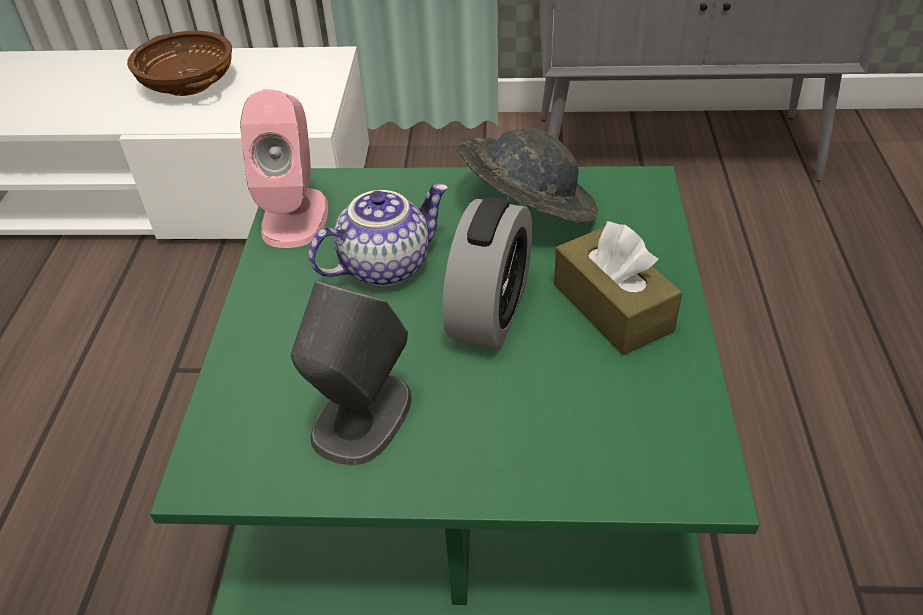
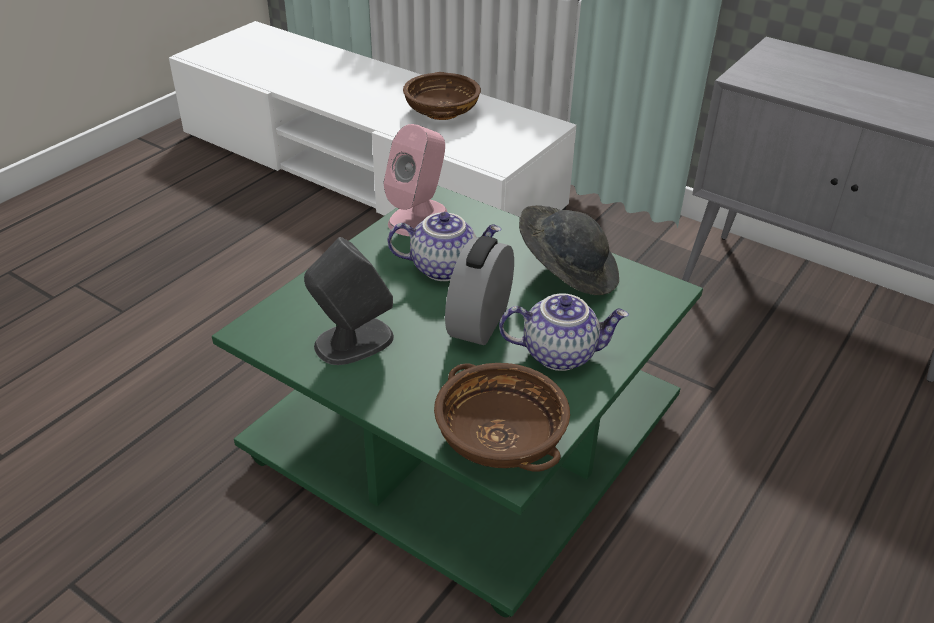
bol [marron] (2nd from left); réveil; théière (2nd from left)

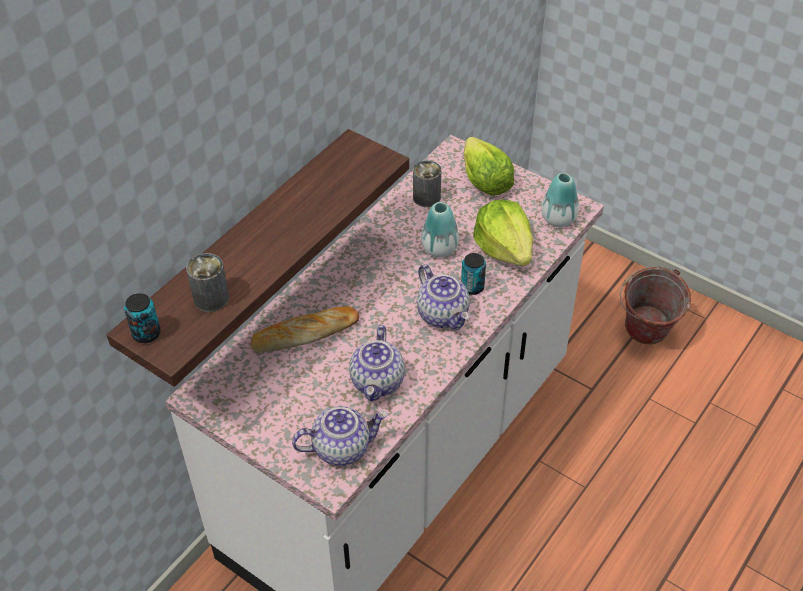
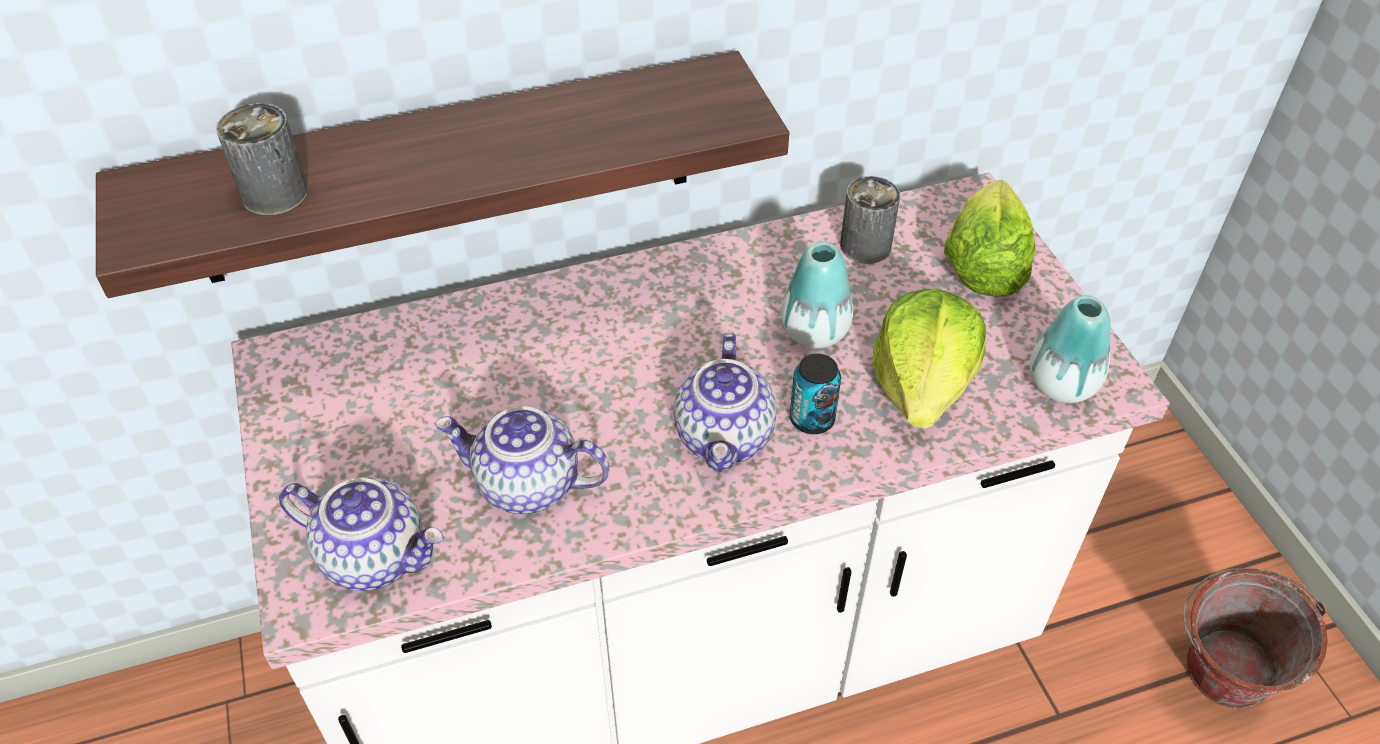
théière (2nd from left); boîte métallique (1st from left in the first image); pain

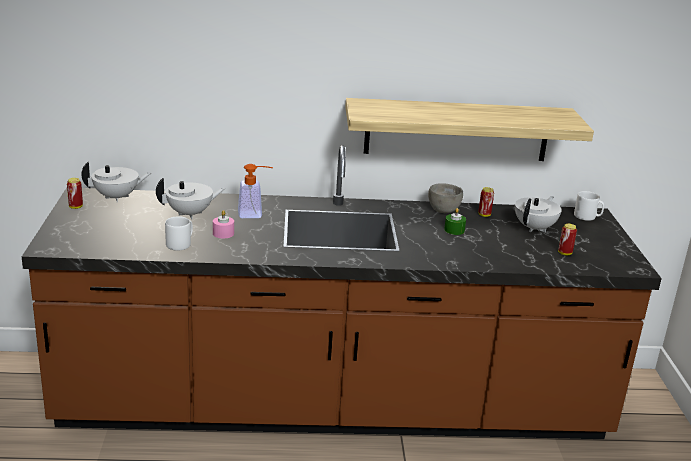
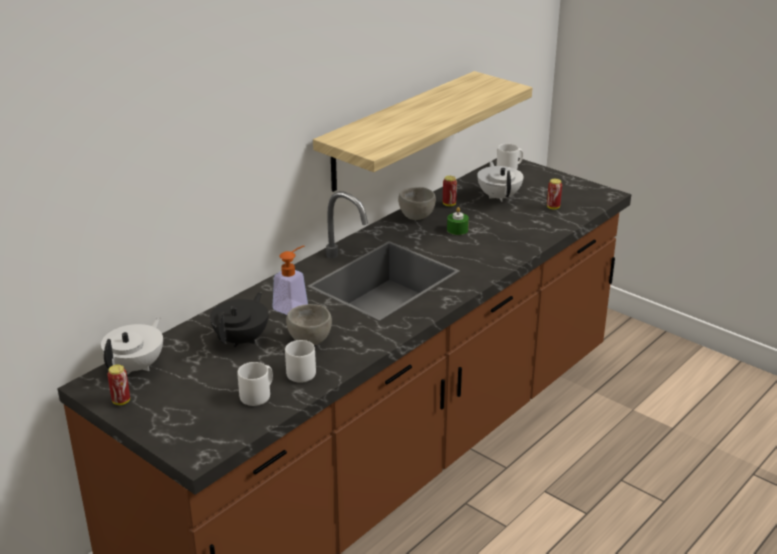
théière [noir]; mug [blanc] (1st from left); bol [gris] (1st from left)

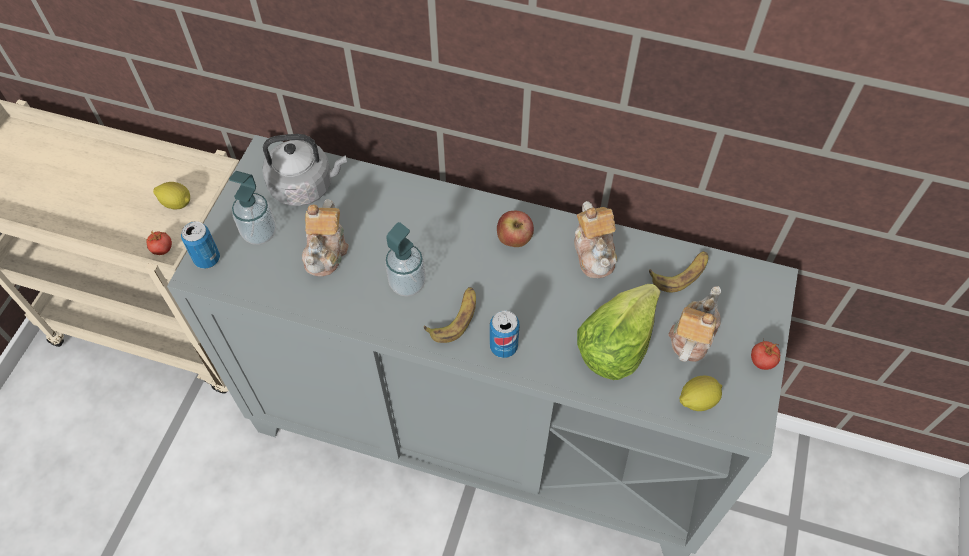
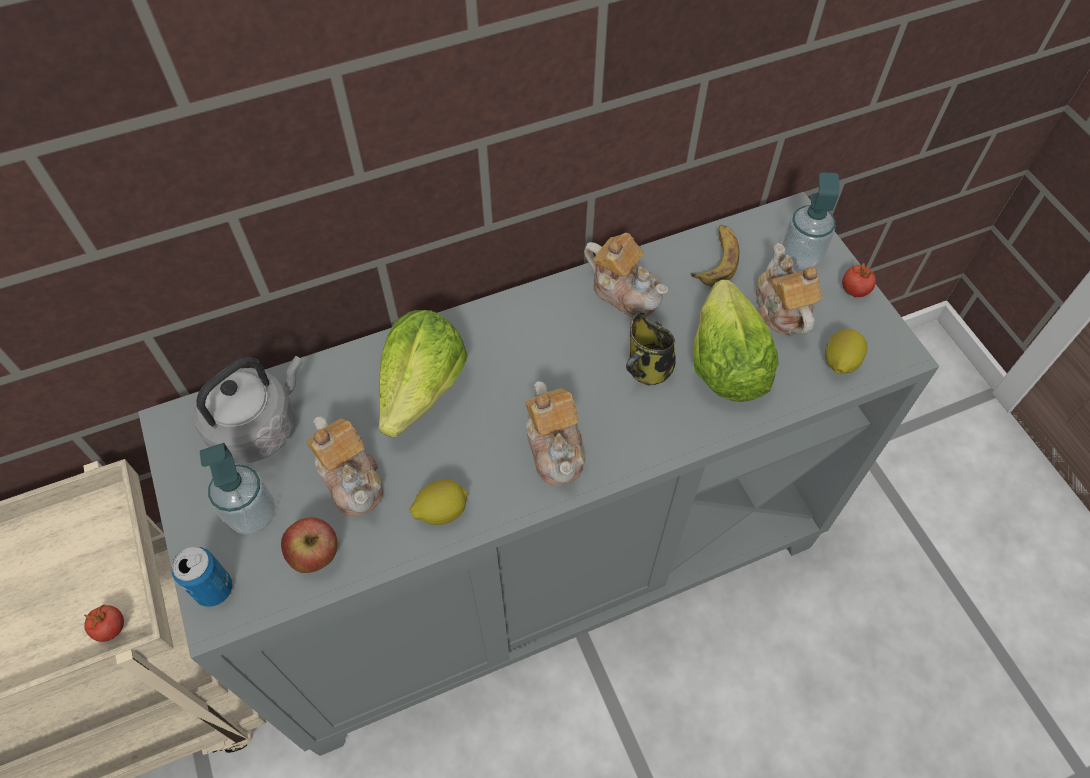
pomme; laitue (1st from left); citron (1st from left); théière (2nd from left); mug; distributeur de savon (2nd from left); boîte métallique (2nd from left in the first image)

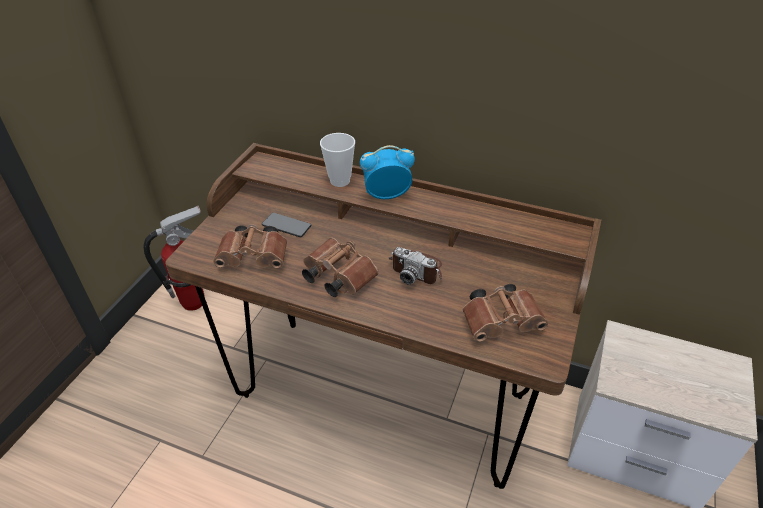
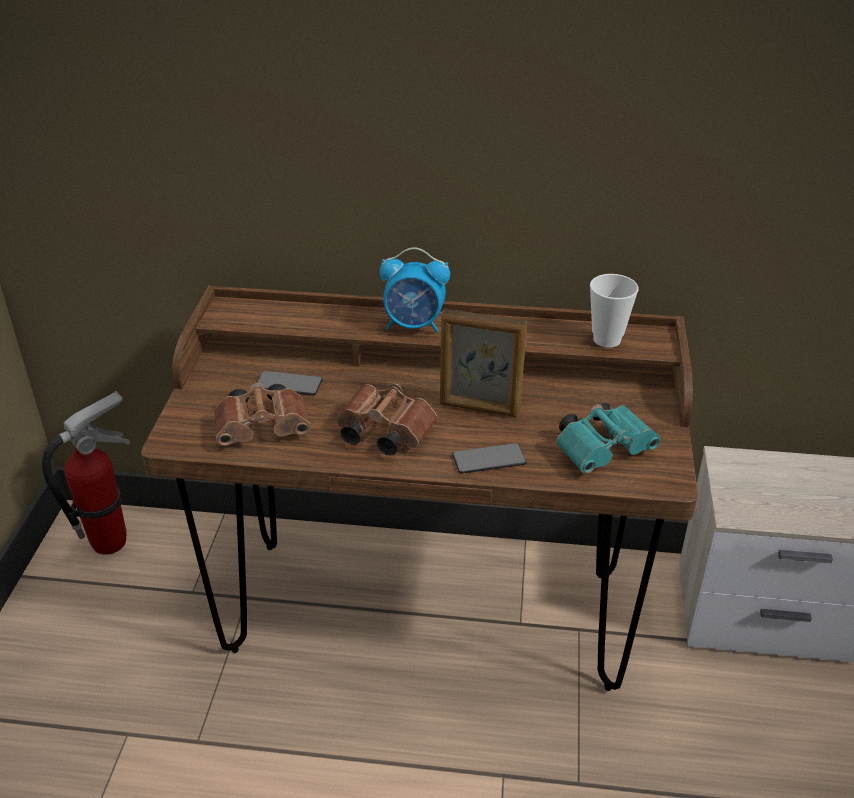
réveil; cadre photo; téléphone (2nd from left); jumelles [turquoise]; tasse

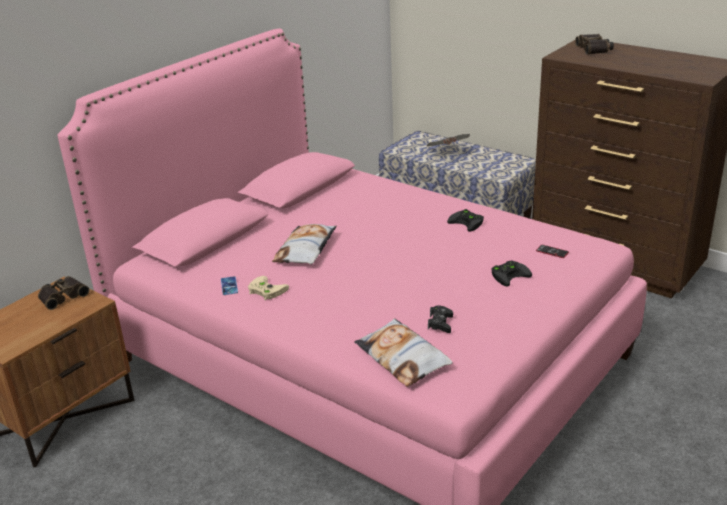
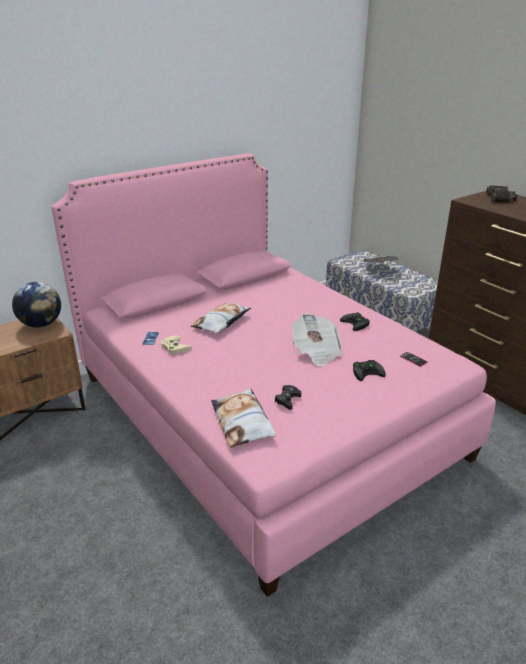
globe; journal (1st from left)

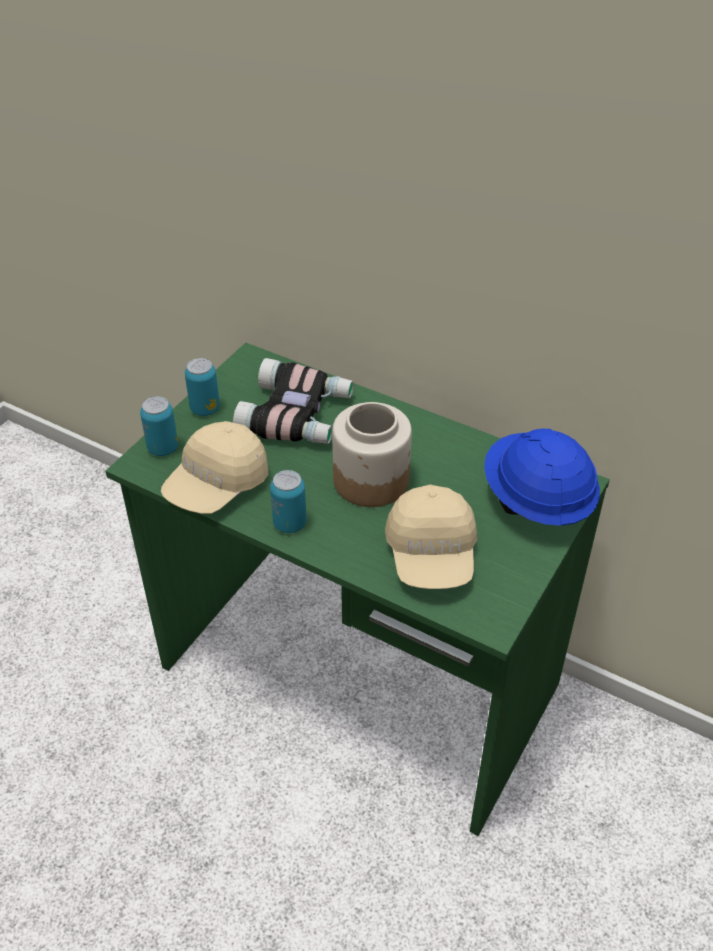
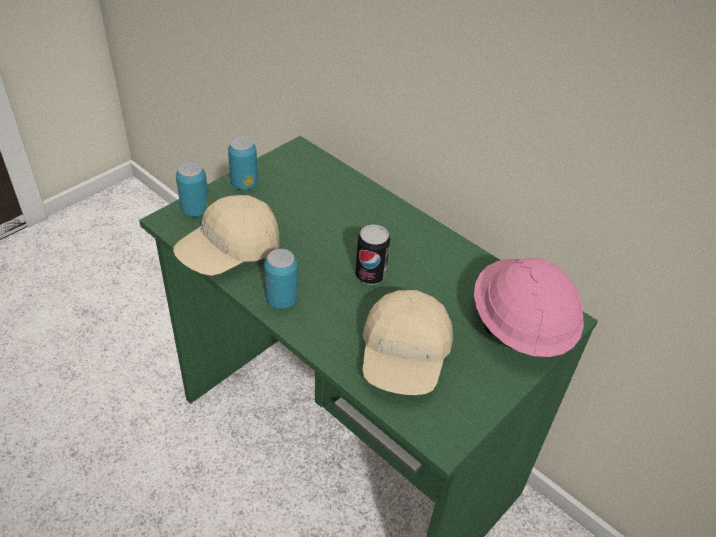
boîte métallique (4th from left); casque de chantier [rose]; jumelles

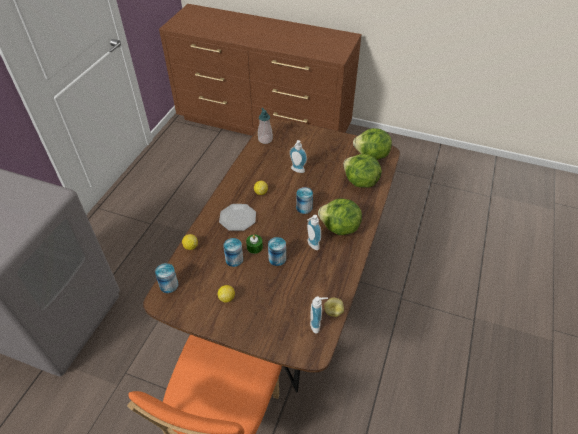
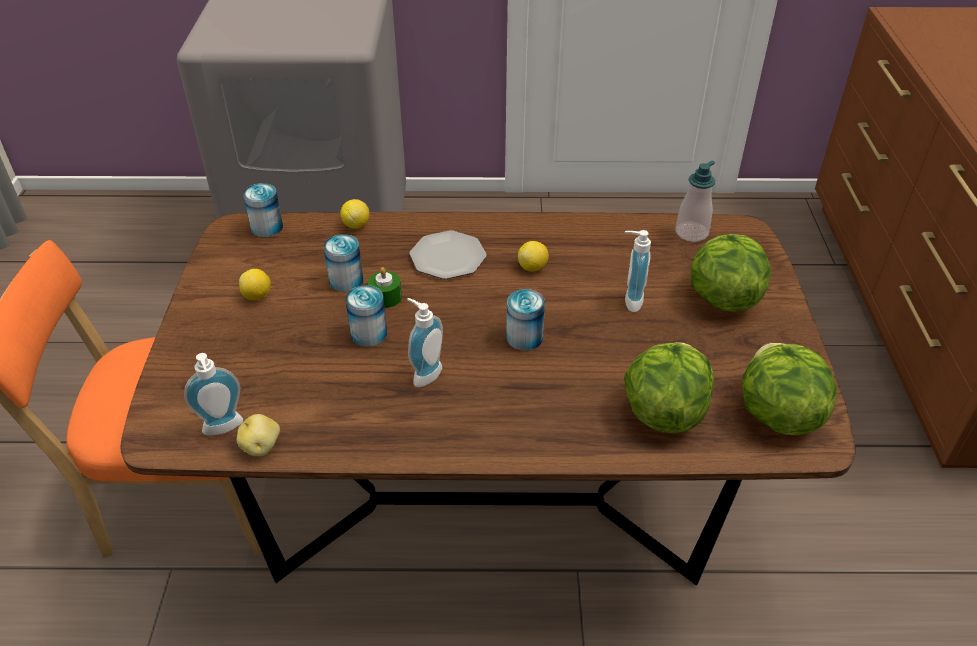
laitue (2nd from left)

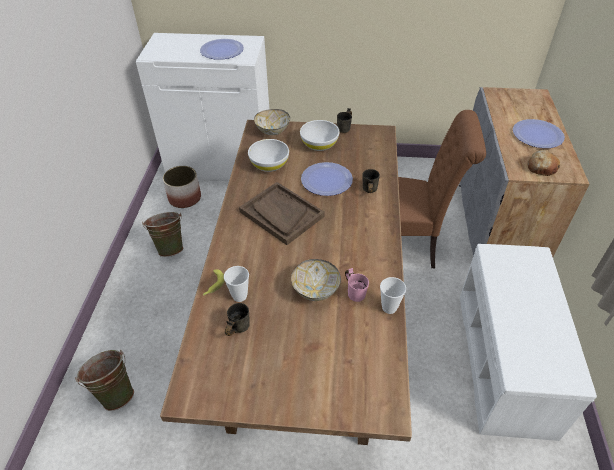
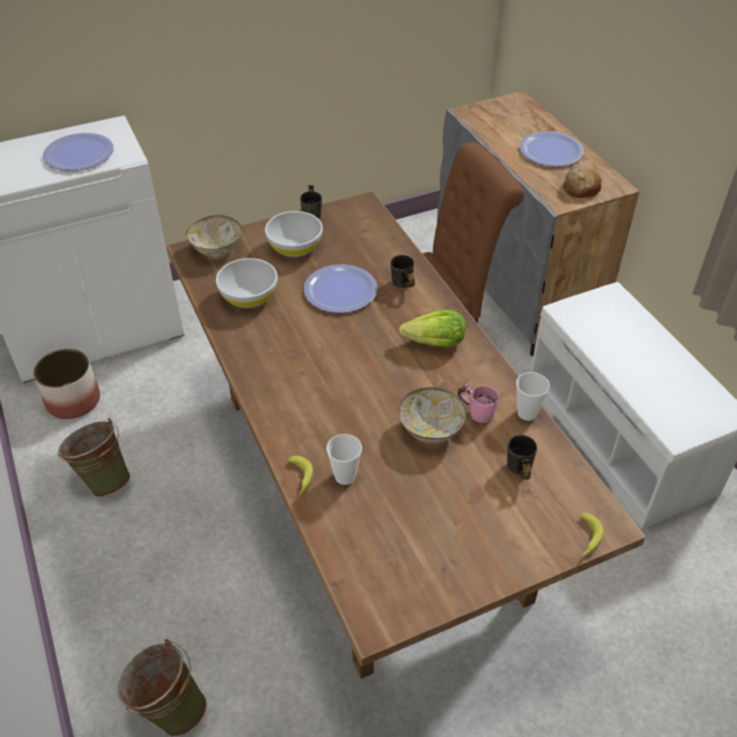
laitue; mug [gris] (3rd from left); banane (2nd from left); plateau [marron]

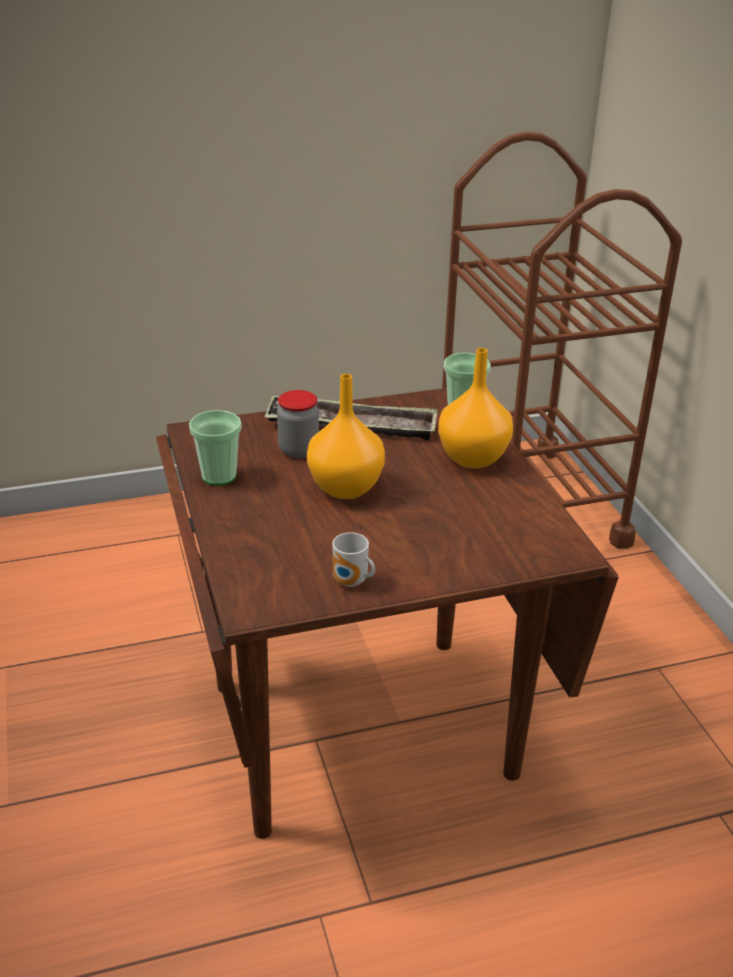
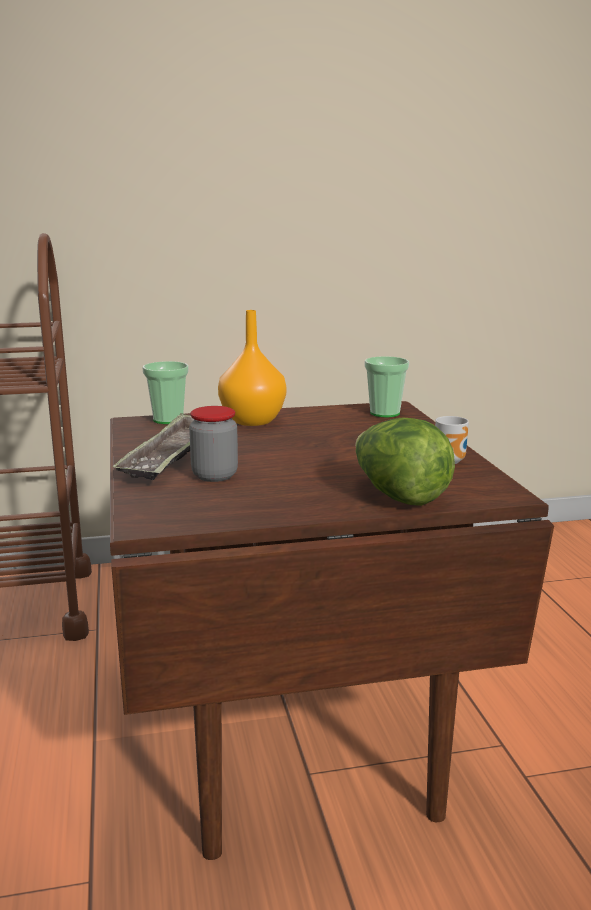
laitue; tasse (2nd from left); vase [orange] (1st from left in the first image)

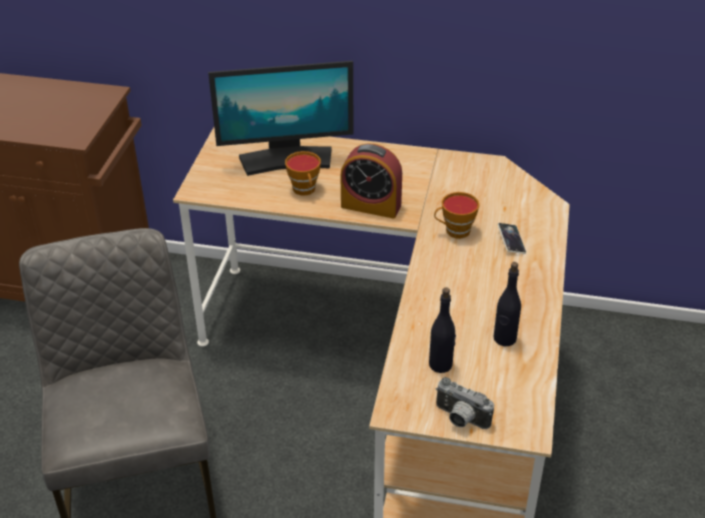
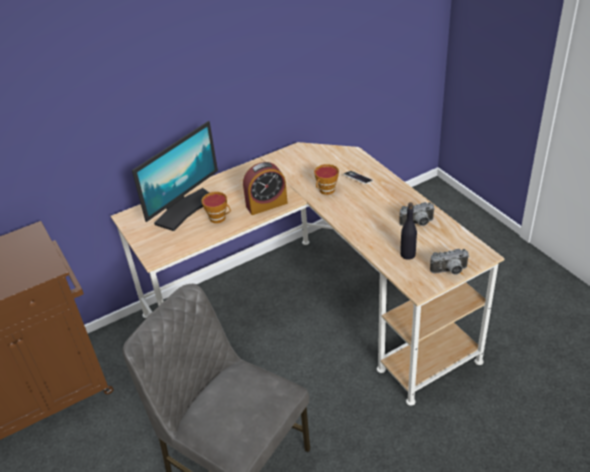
appareil photo (1st from left)

